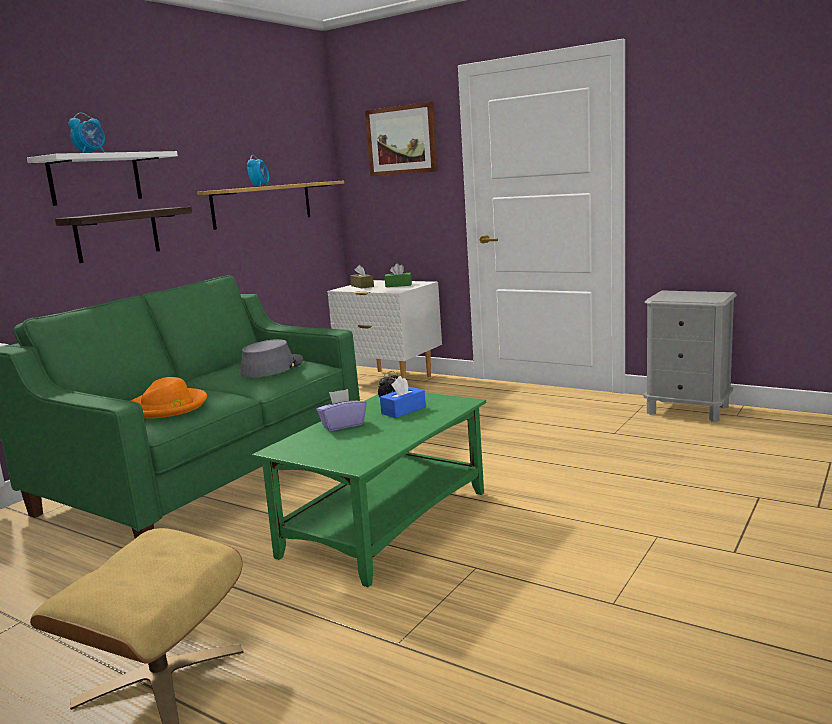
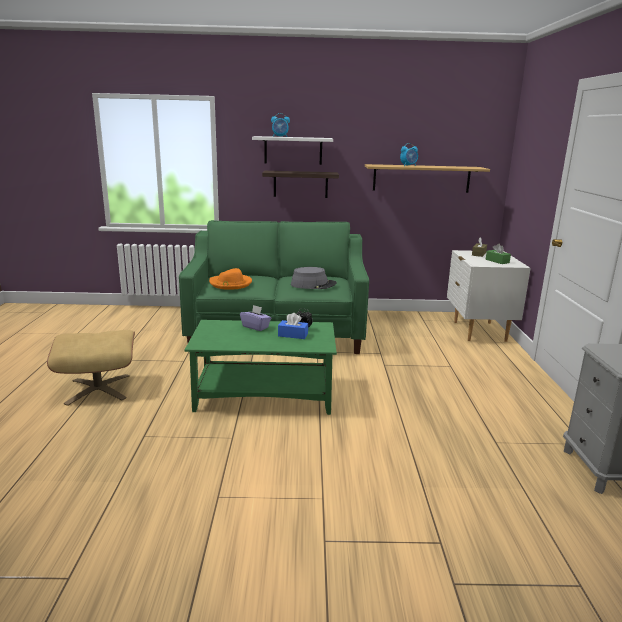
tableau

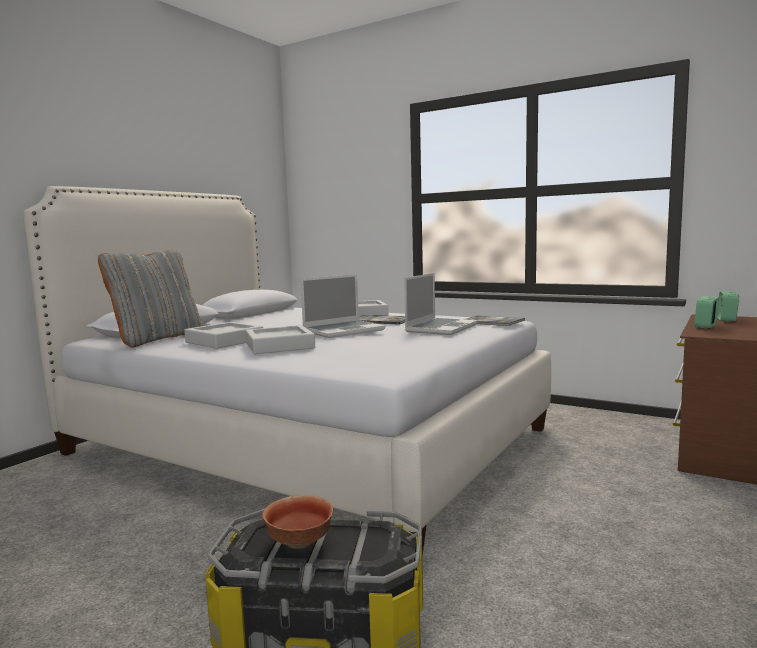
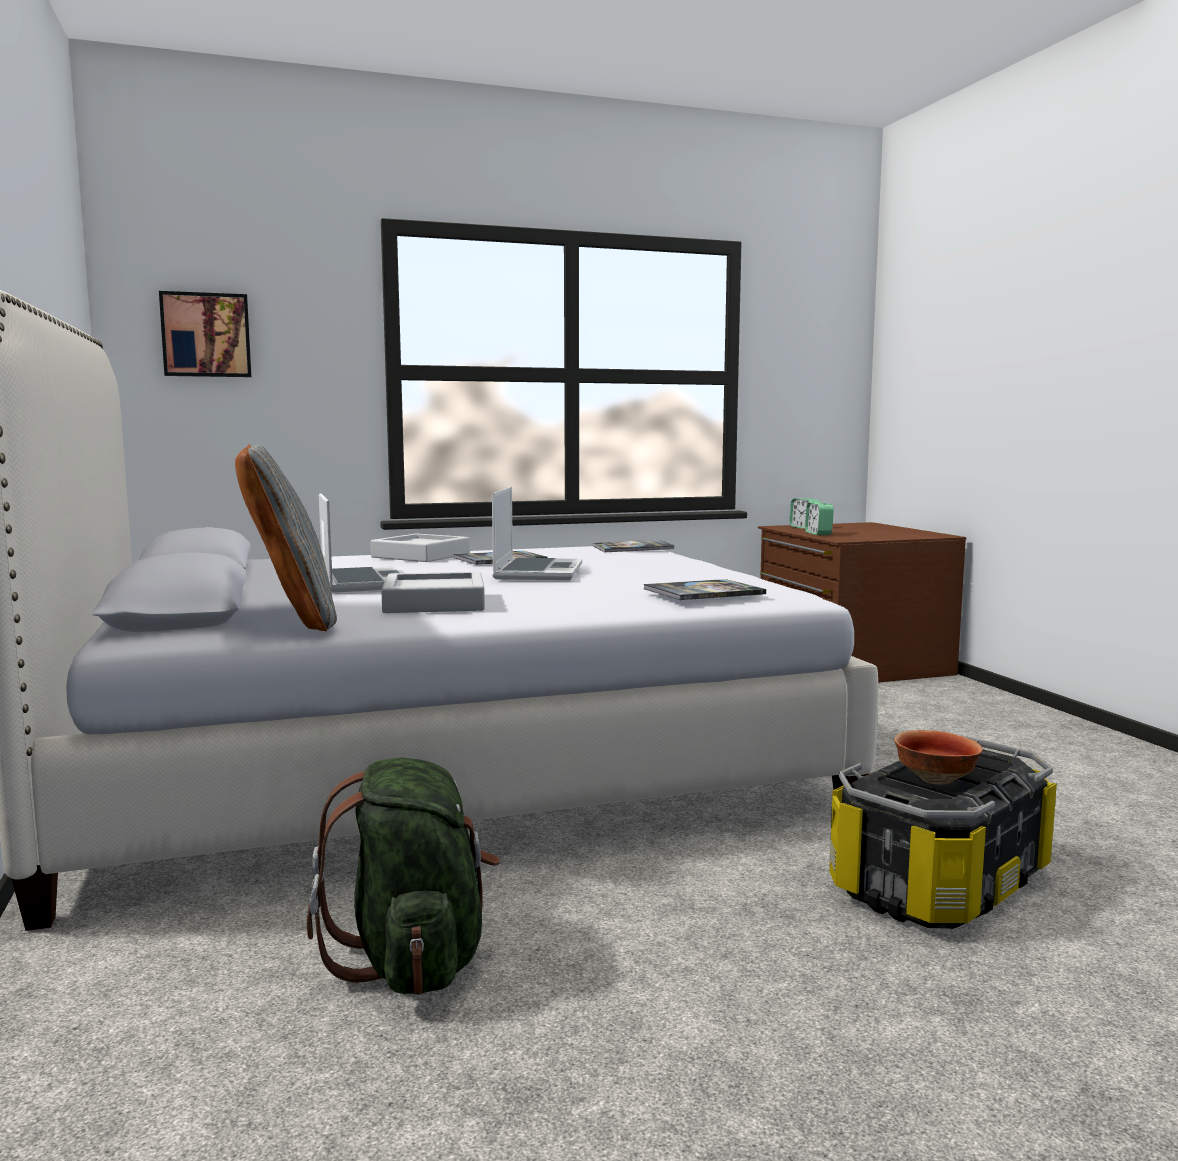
tableau; sac à dos [vert]; ordinateur portable (1st from left); livre (3rd from left); plateau [gris] (2nd from left in the first image)

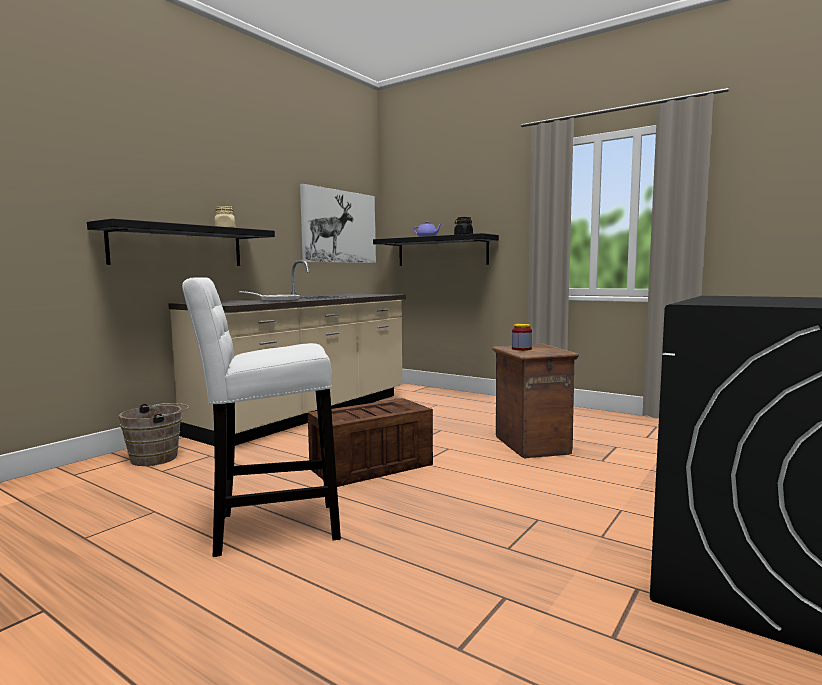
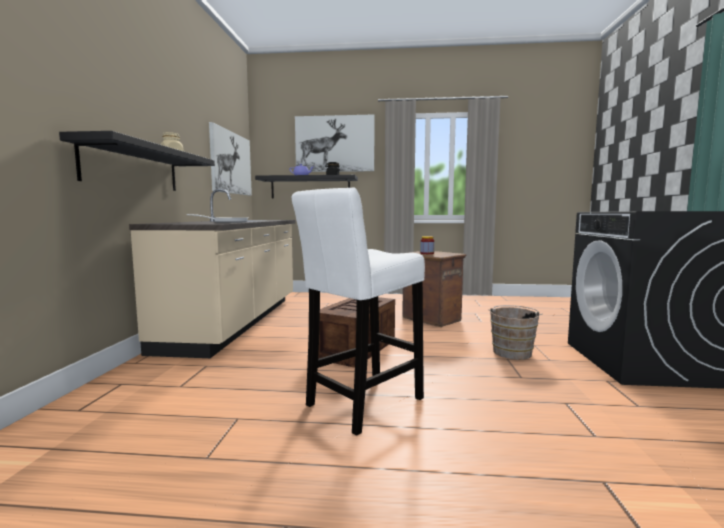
tableau (2nd from left); seau [marron]

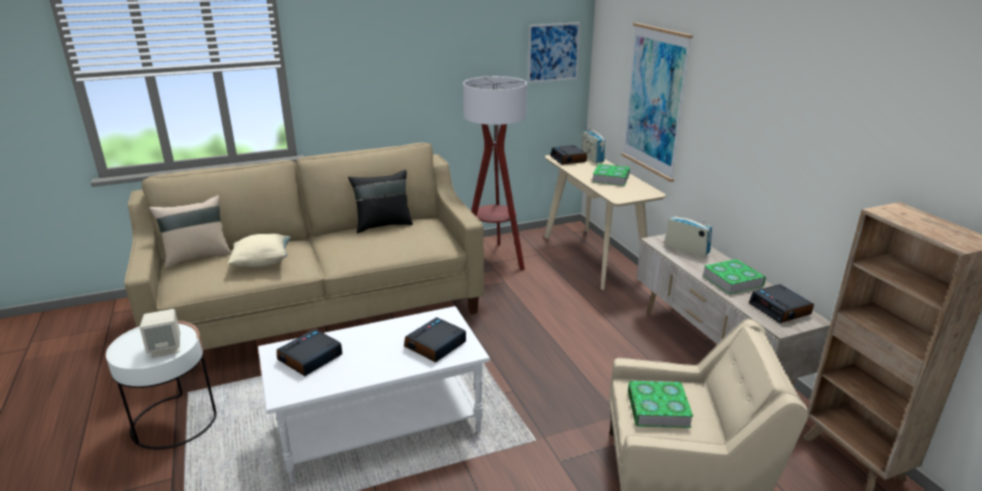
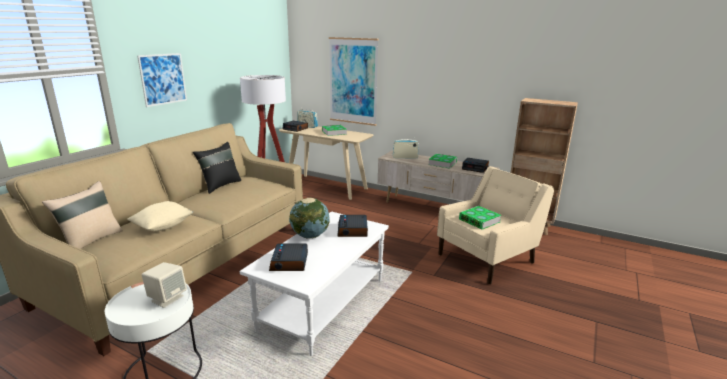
tableau (1st from left); globe

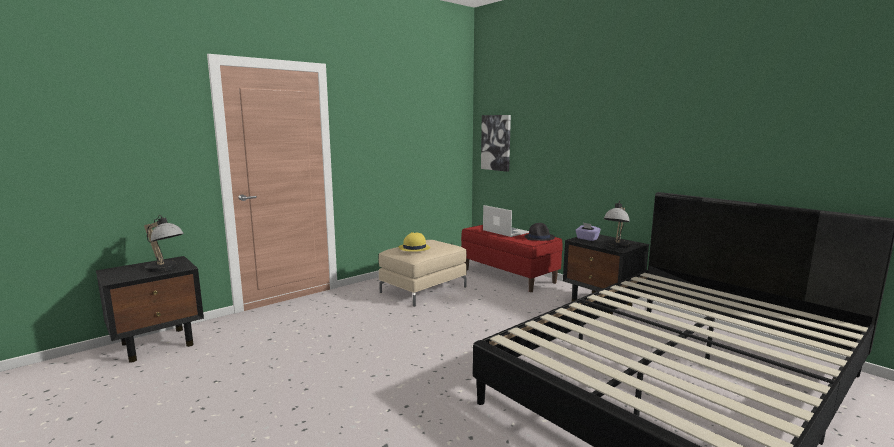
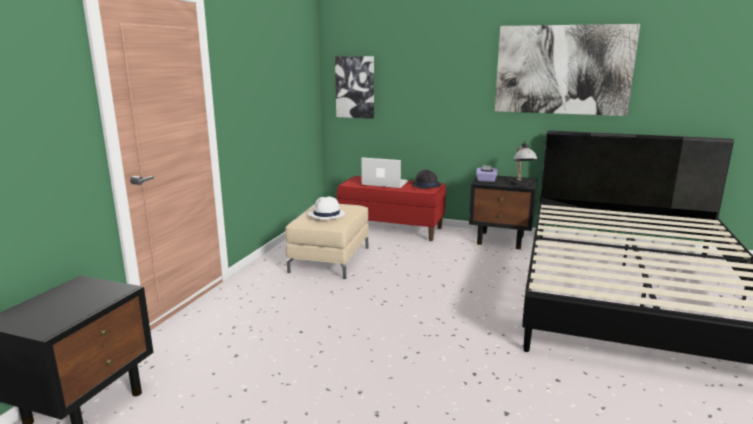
chapeau [blanc]; tableau (2nd from left); lampe de table (1st from left in the first image)

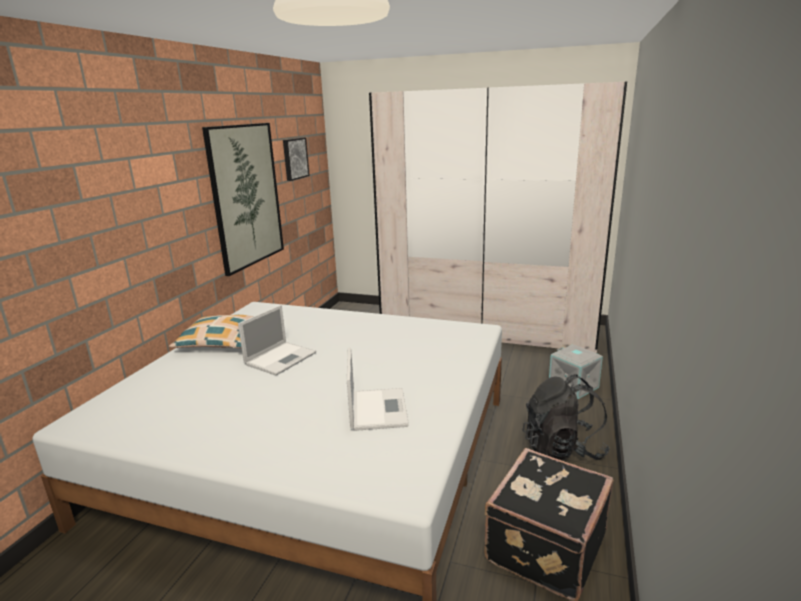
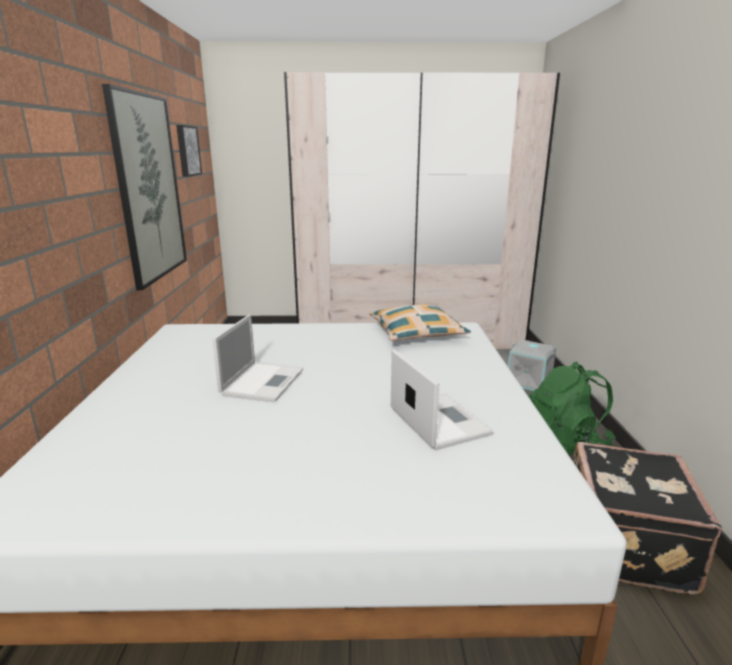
coussin; sac à dos [vert]

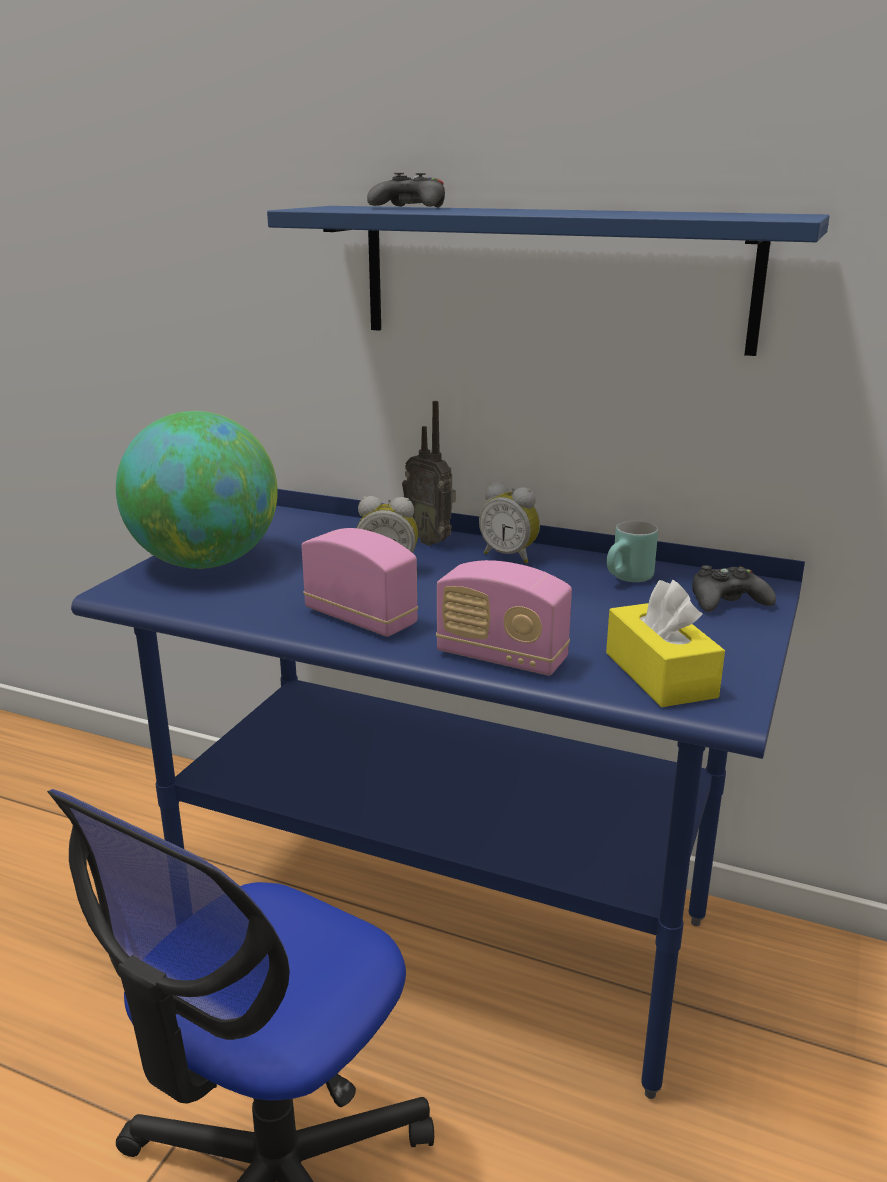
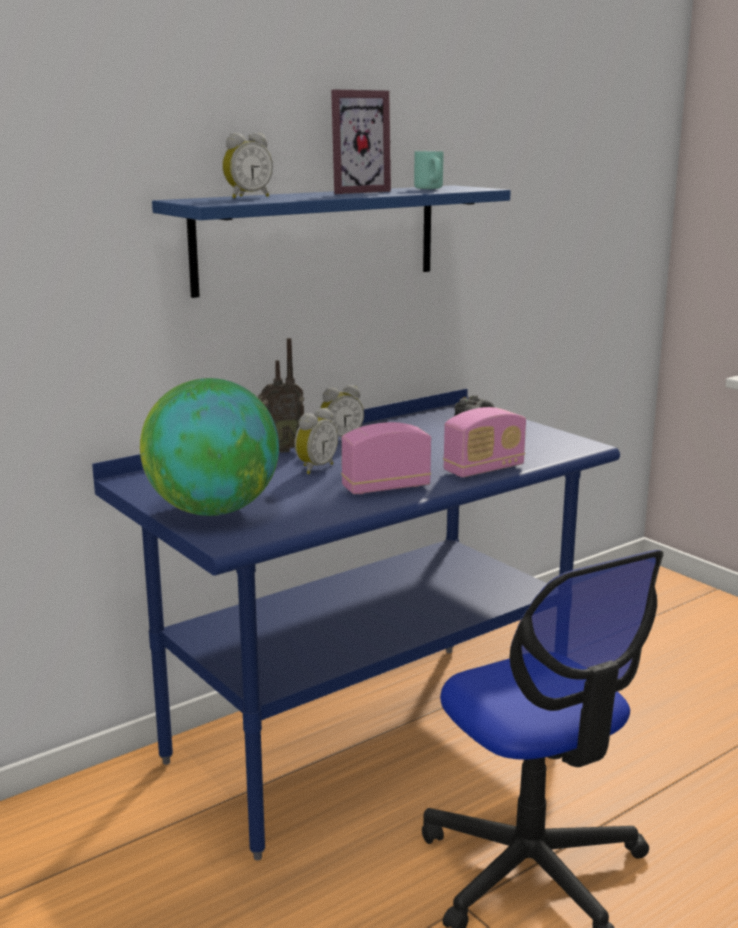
réveil (1st from left); cadre photo; mug [turquoise]; boîte à mouchoirs [jaune]

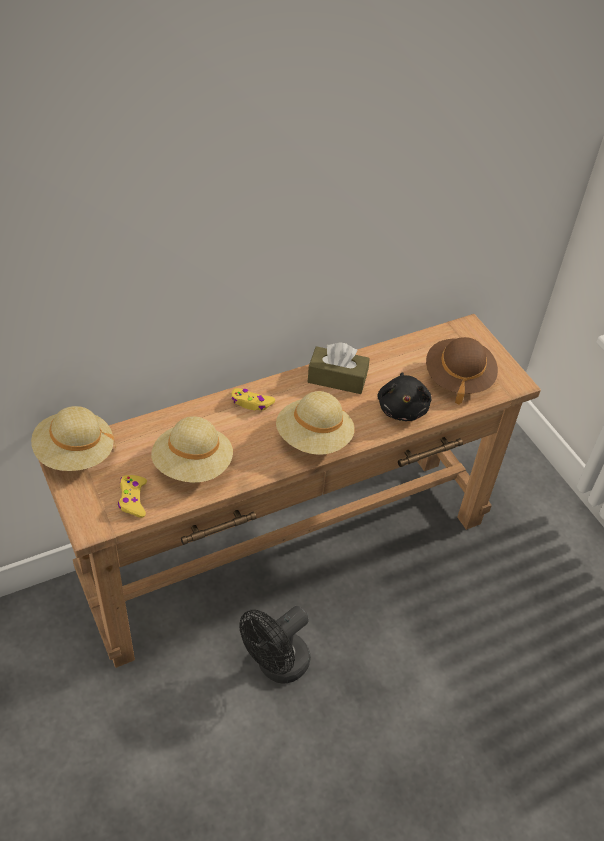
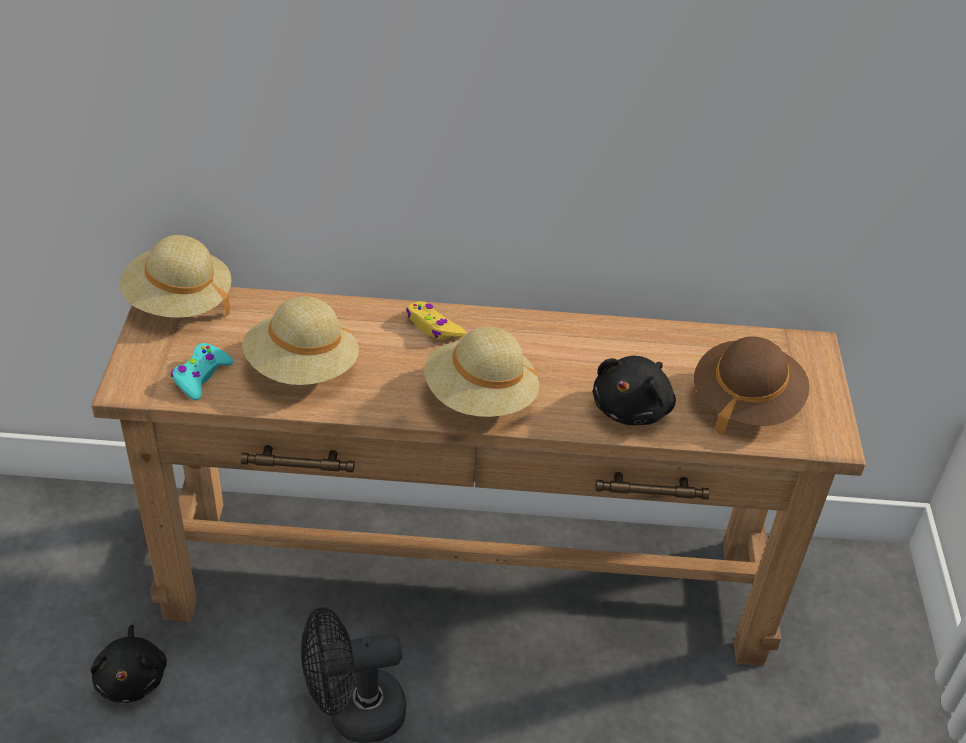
peluche [noir] (1st from left); manette [turquoise]; boîte à mouchoirs [marron]

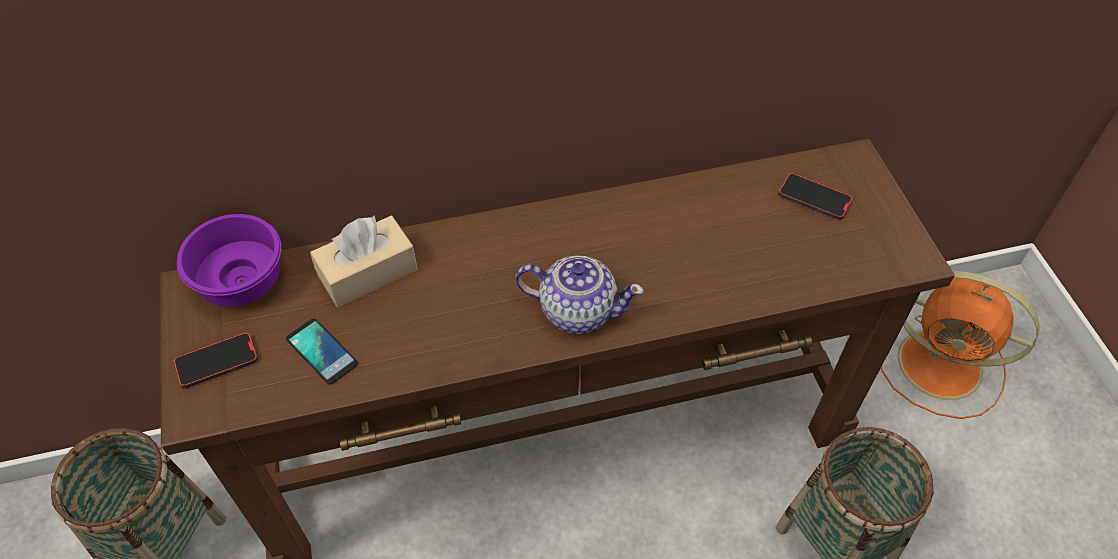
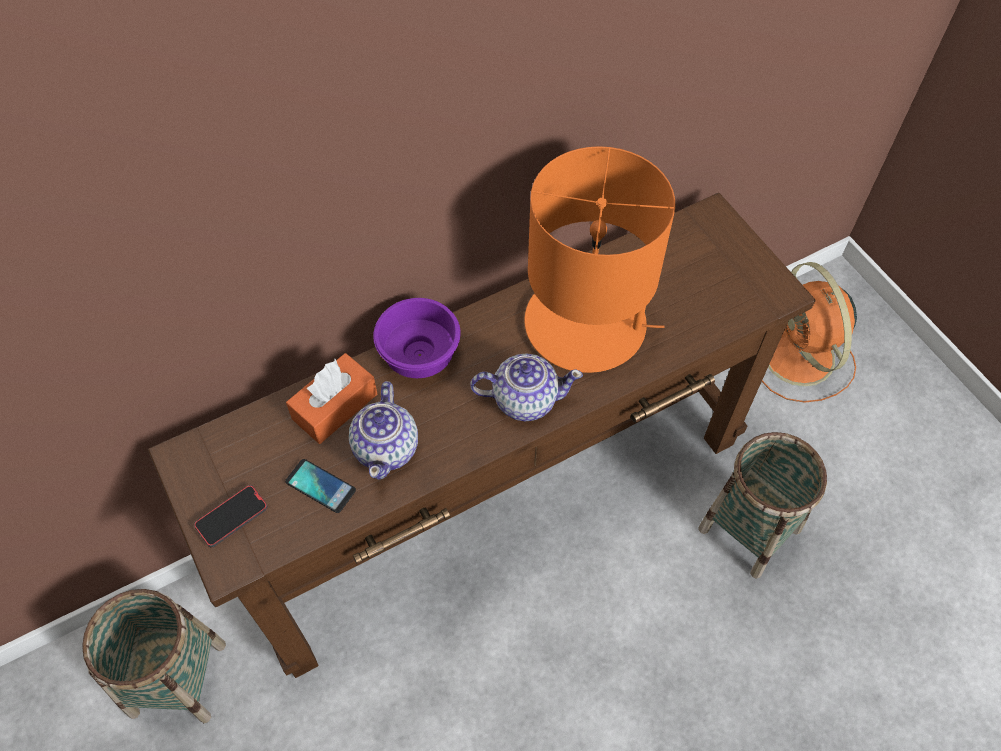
boîte à mouchoirs [orange]; théière (1st from left); bol [violet]; lampe de table [orange]; ventilateur [orange]; téléphone (3rd from left in the first image)

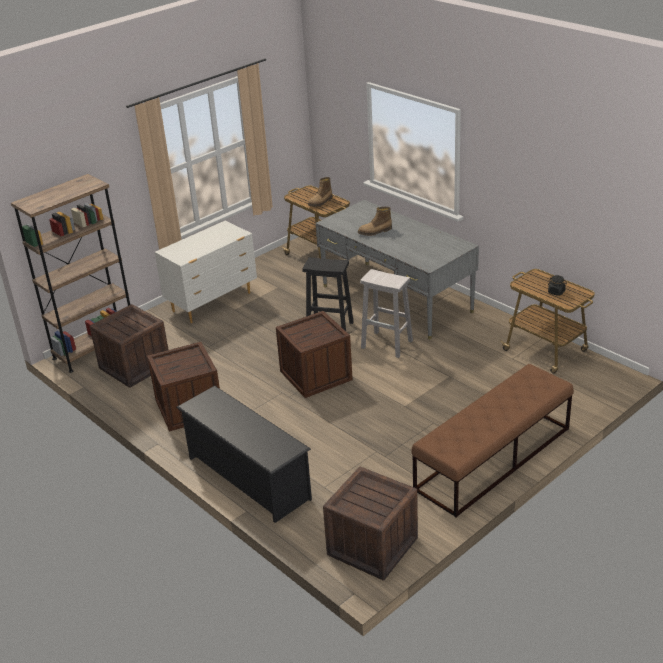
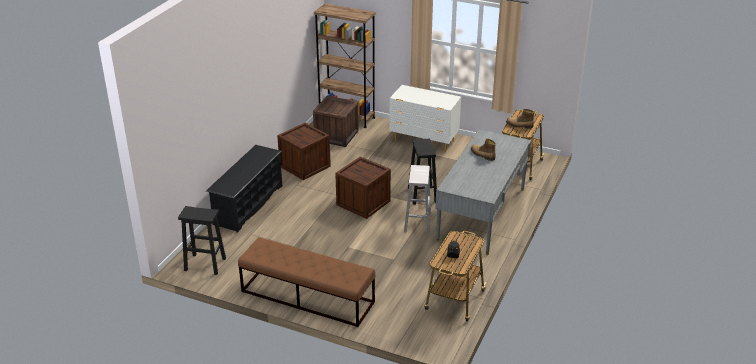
tabouret [noir] (1st from left)

